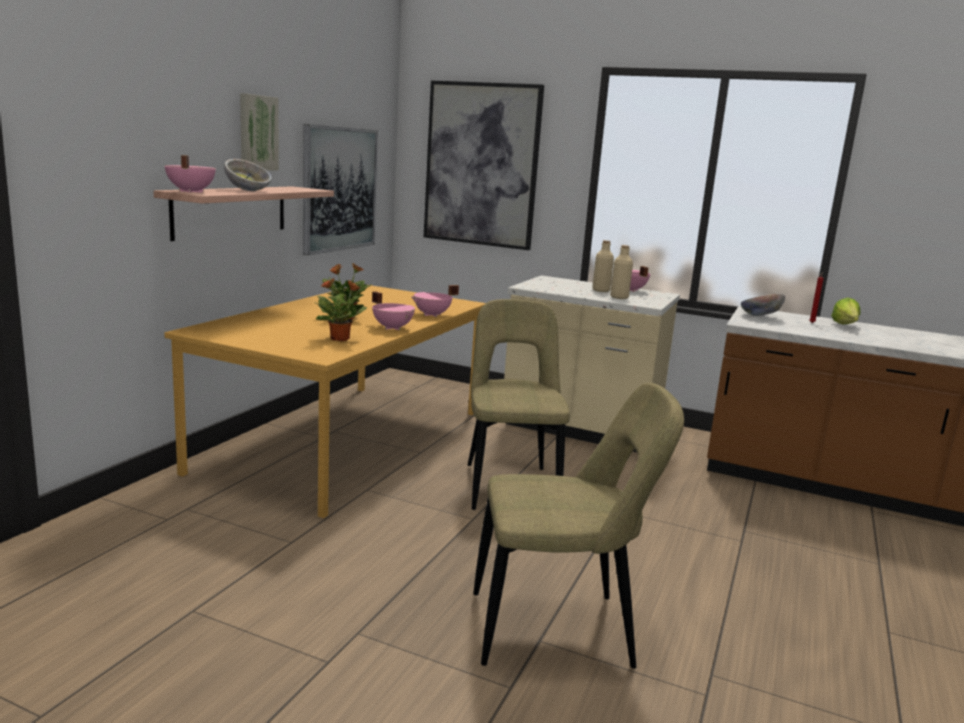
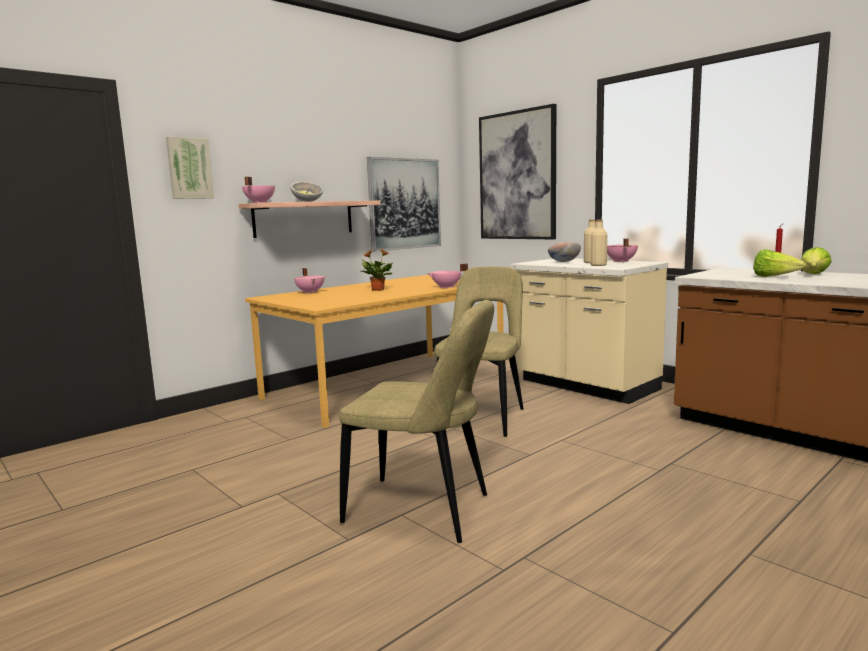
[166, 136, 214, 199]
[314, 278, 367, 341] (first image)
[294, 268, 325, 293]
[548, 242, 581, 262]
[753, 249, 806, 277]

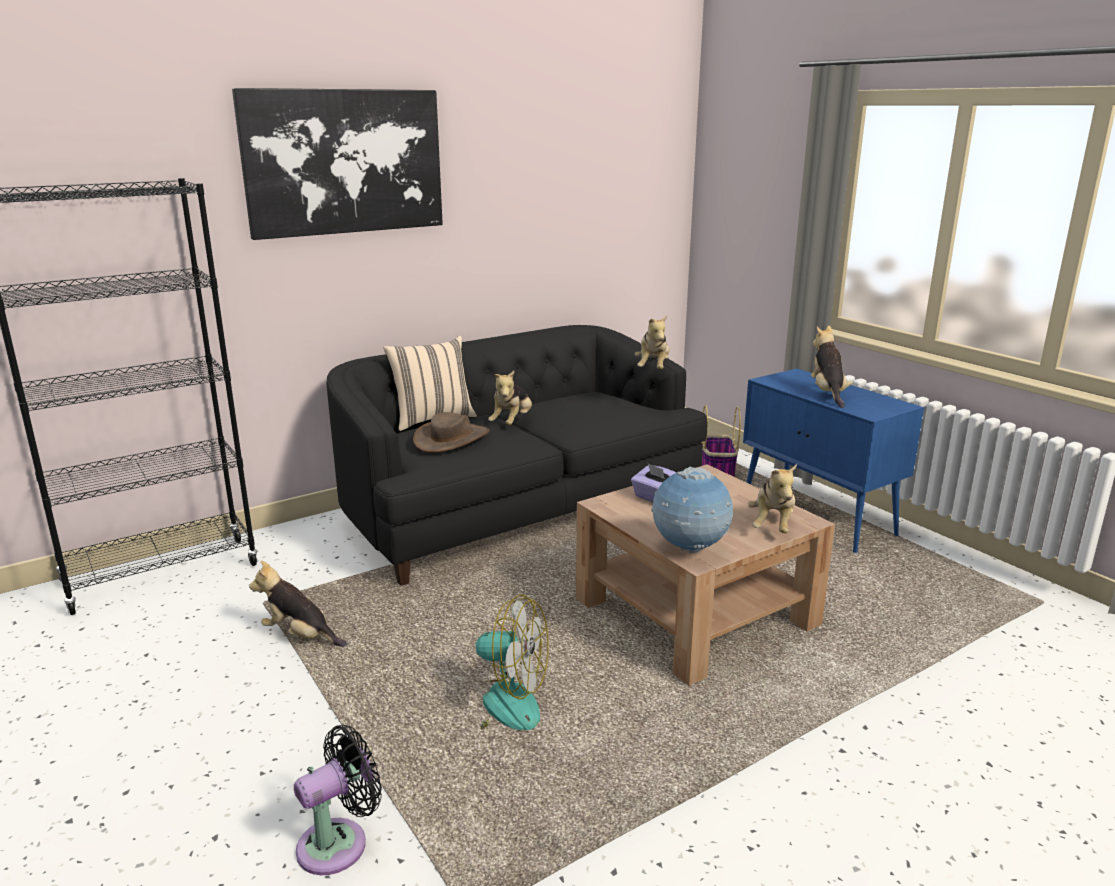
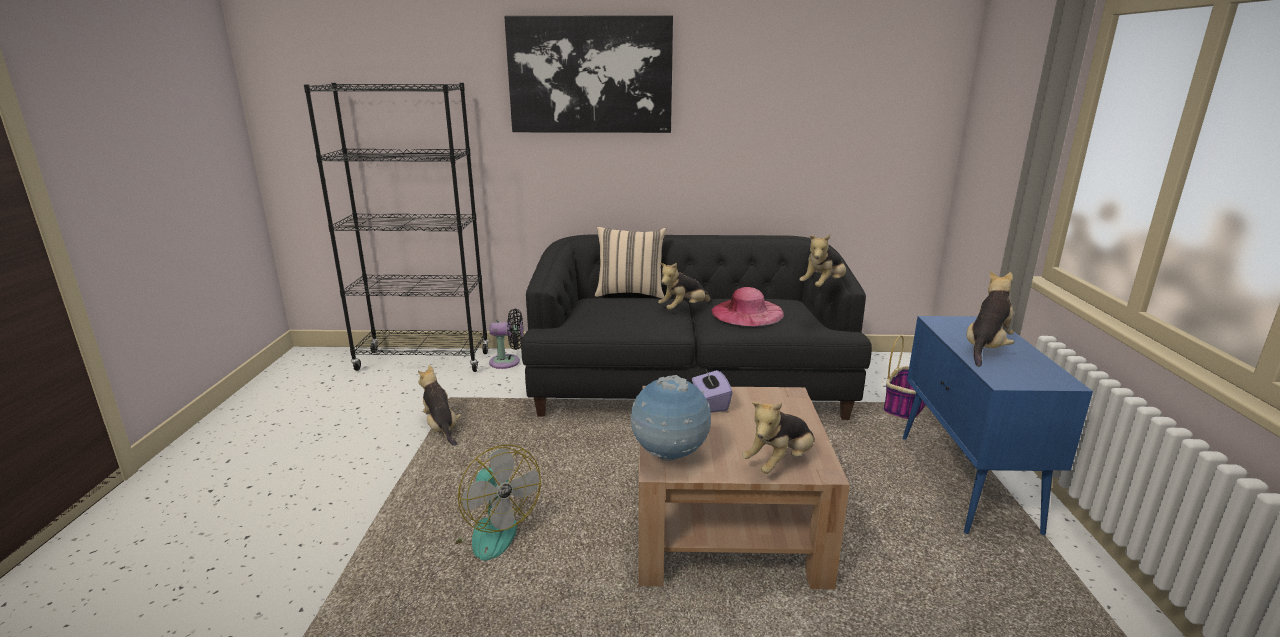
[489, 309, 523, 369]
[413, 412, 490, 453] (first image)
[712, 287, 784, 326]

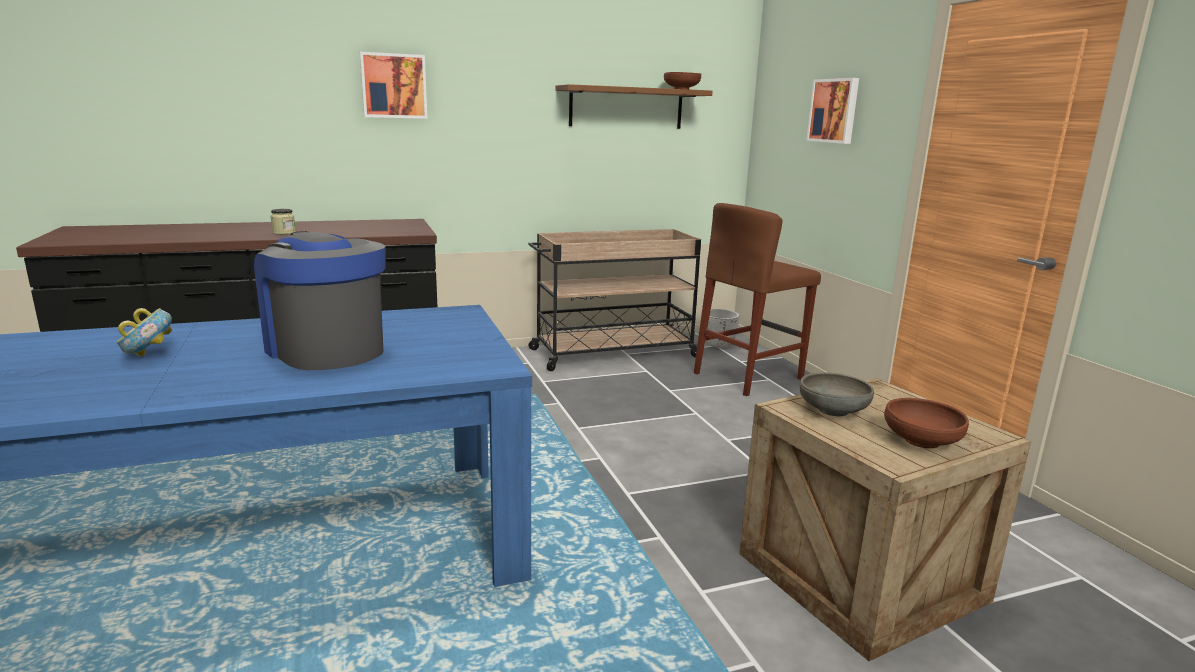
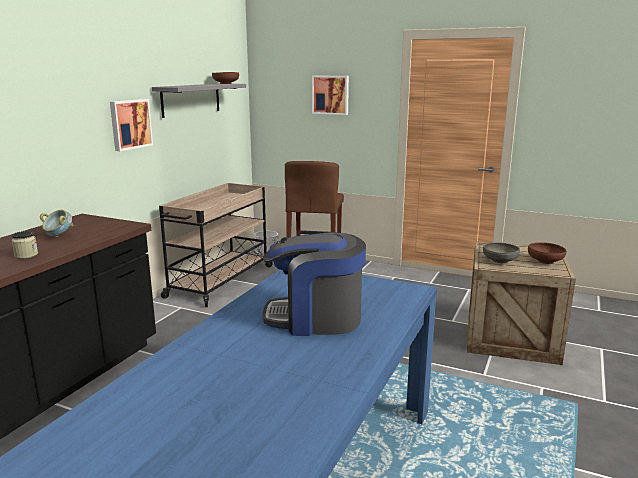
[40, 210, 73, 238]
[110, 99, 153, 151]
[152, 84, 246, 118]

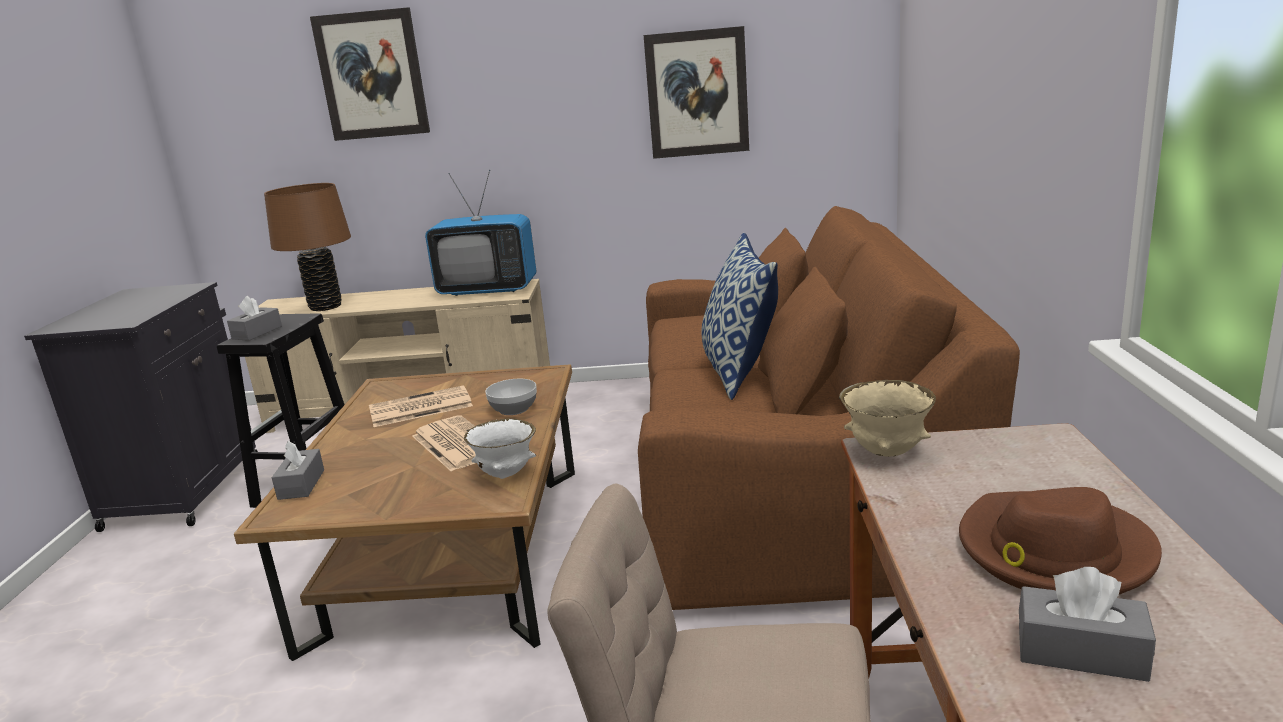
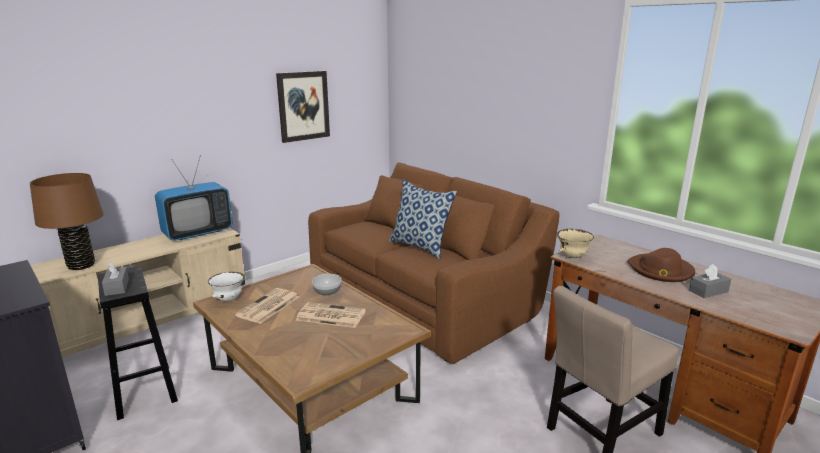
[272, 440, 324, 500] (first image)
[310, 7, 430, 141] (first image)
[208, 272, 245, 302]

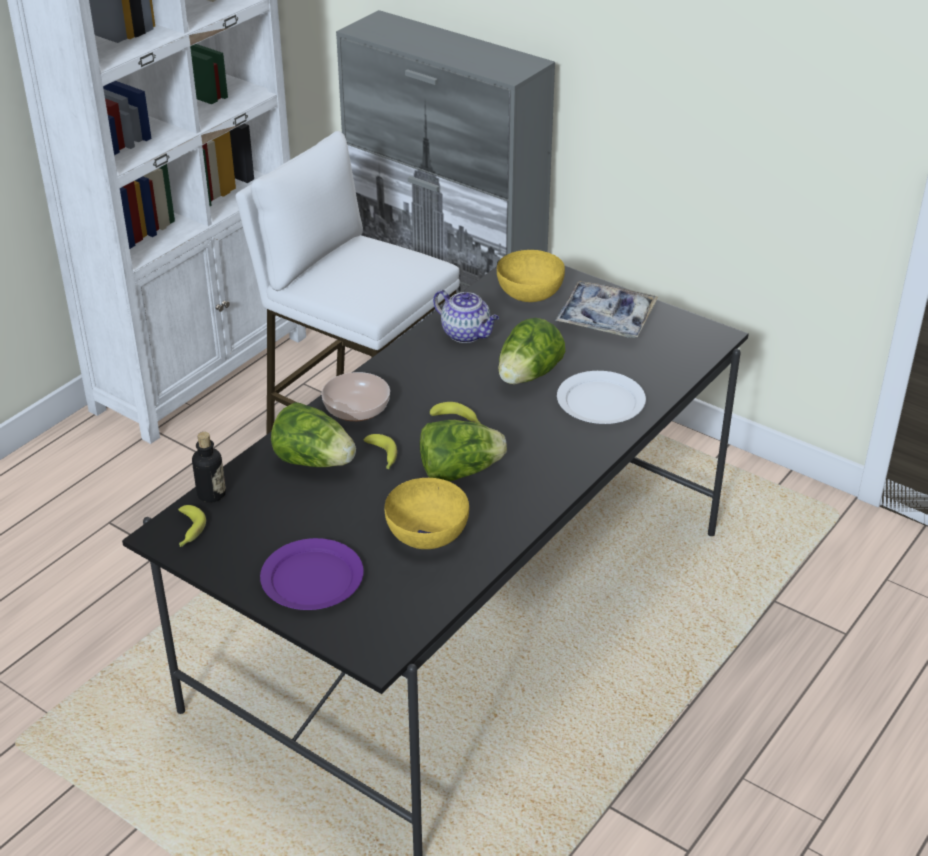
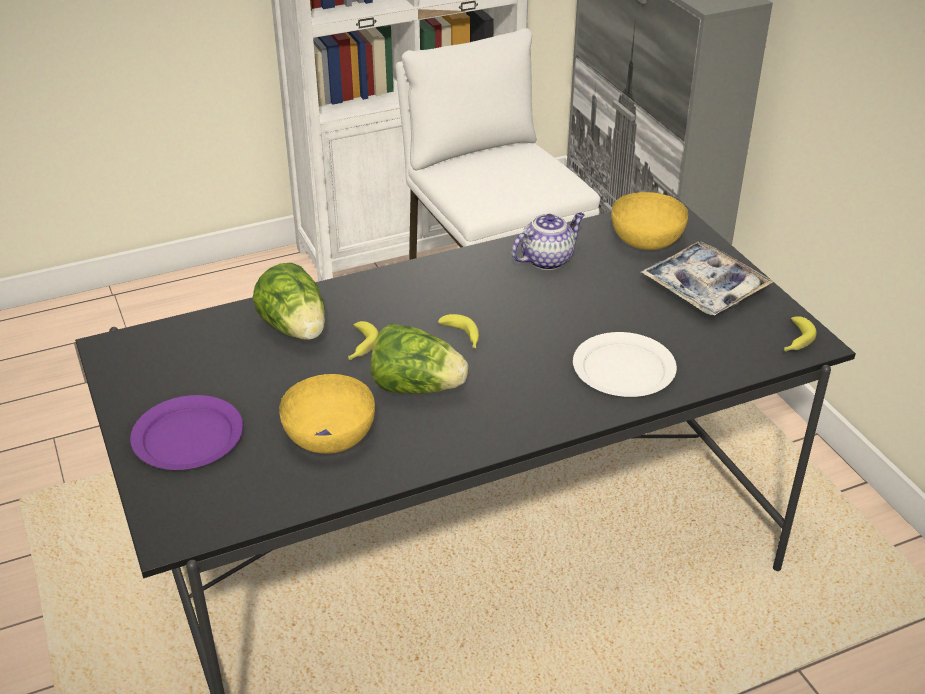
[784, 316, 817, 351]
[192, 432, 226, 503] (first image)
[321, 372, 390, 421] (first image)
[512, 212, 585, 270]
[498, 318, 565, 384] (first image)

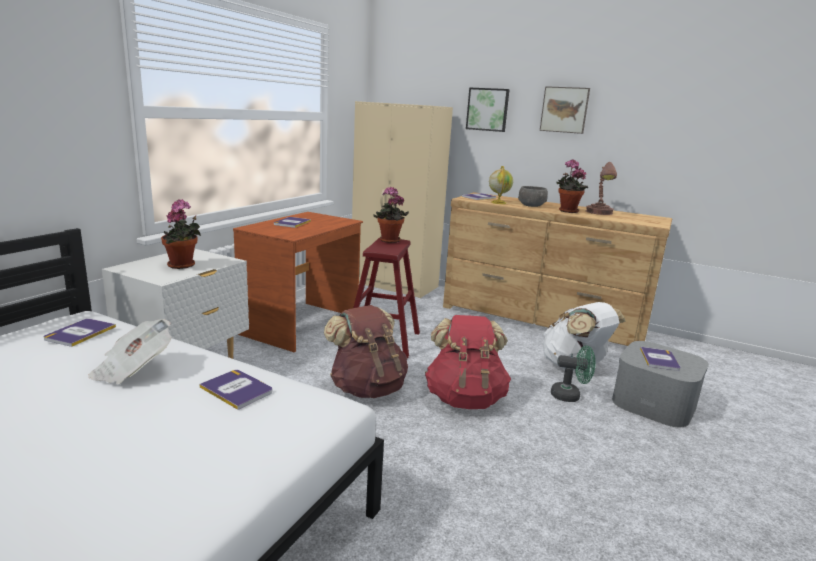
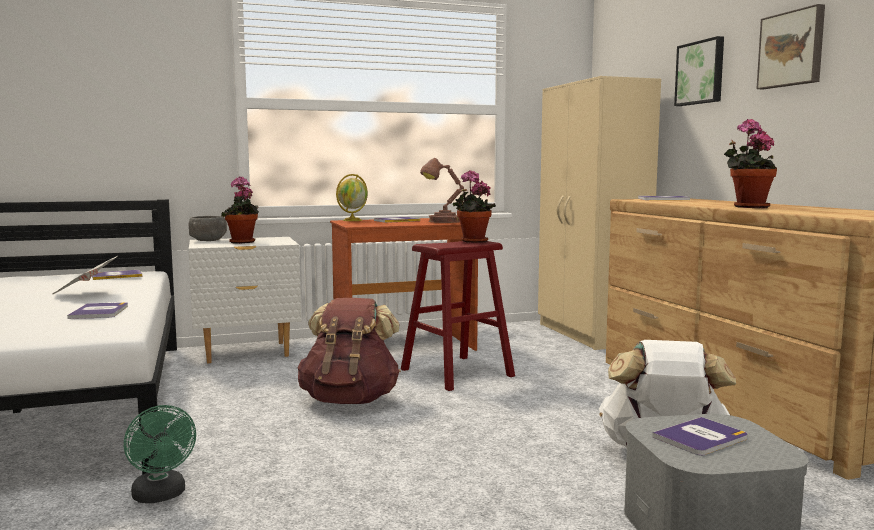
[425, 315, 511, 409] (first image)
[336, 174, 368, 221]
[189, 216, 227, 241]
[124, 405, 196, 503]
[420, 158, 464, 223]

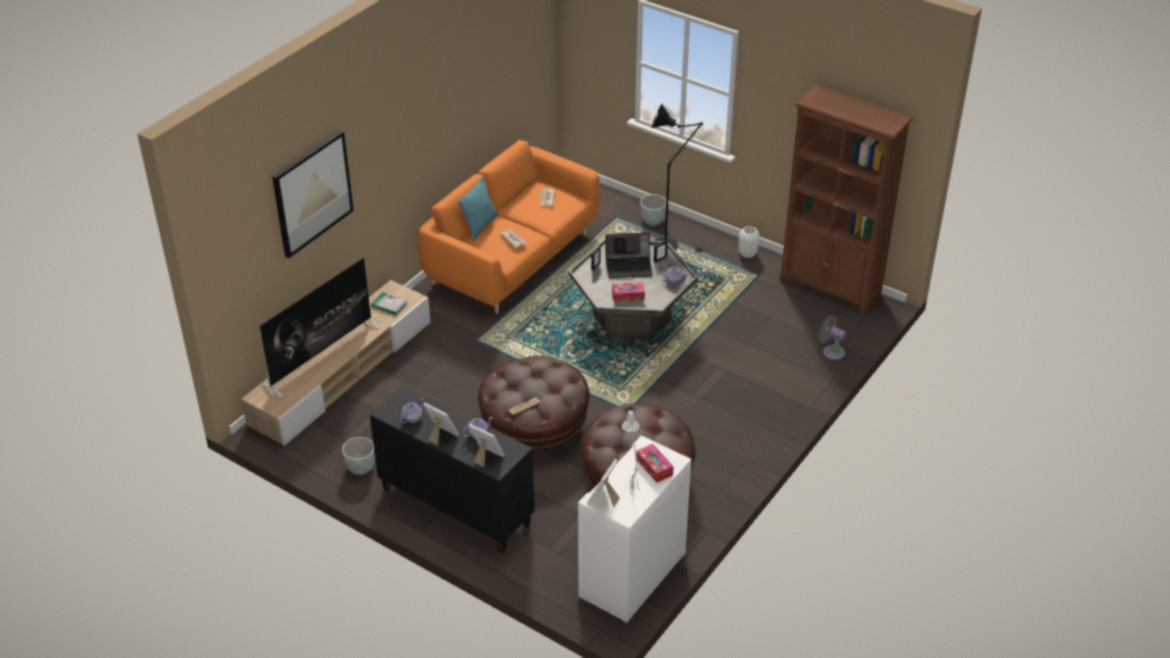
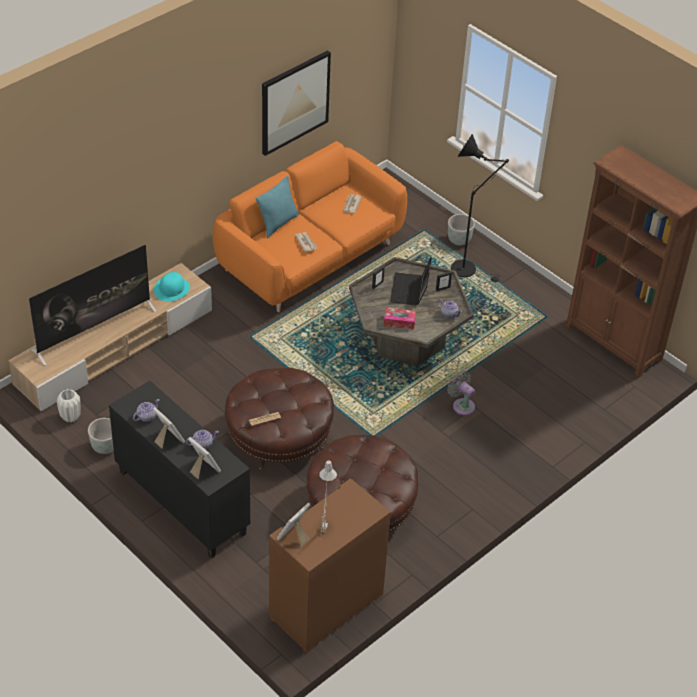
[262, 50, 331, 156]
[154, 272, 190, 302]
[269, 478, 391, 653]
[390, 257, 432, 305]
[636, 444, 674, 483] (first image)
[57, 389, 81, 422]
[447, 371, 475, 415]

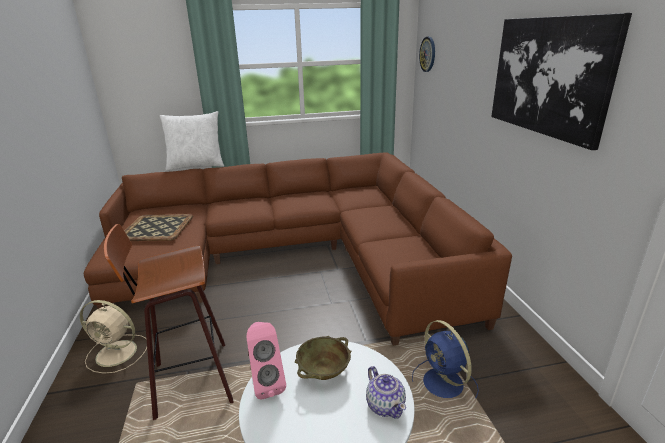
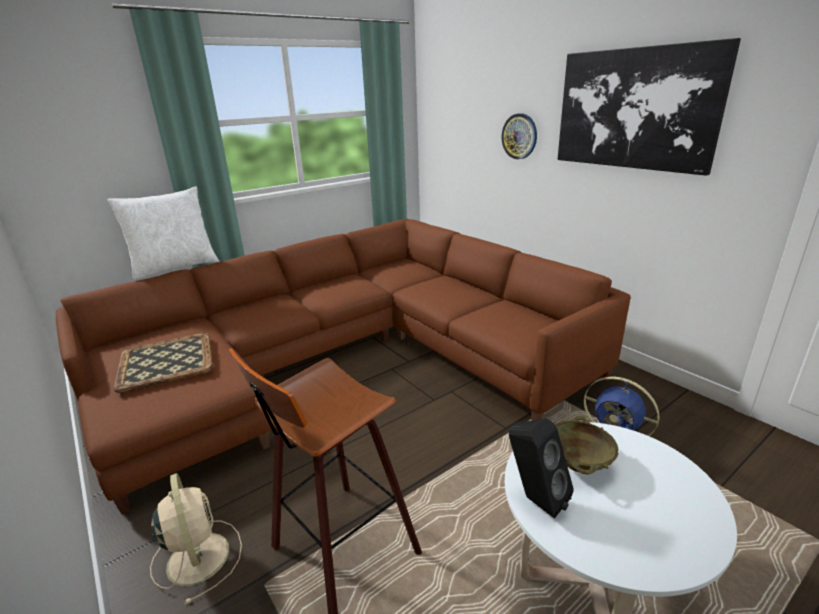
[150, 473, 242, 604]
[509, 418, 574, 519]
[366, 366, 406, 419] (first image)
[502, 113, 537, 159]

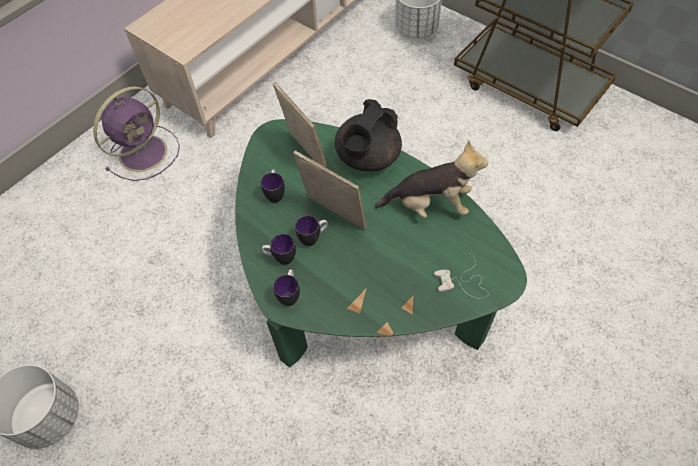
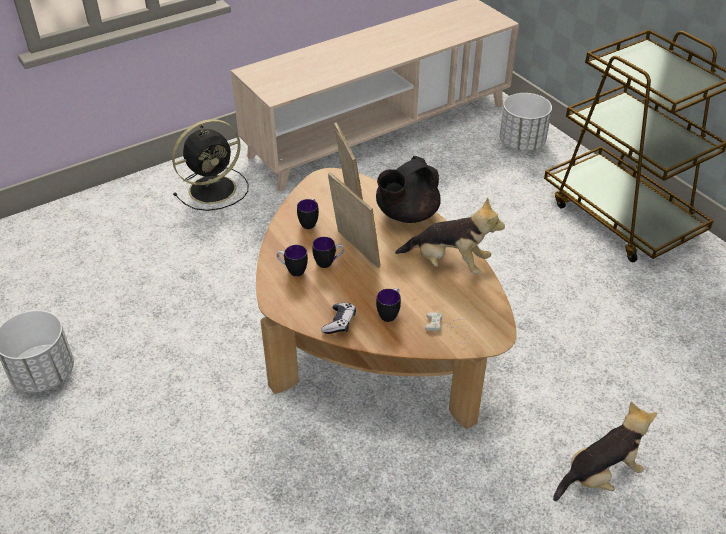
[172, 119, 248, 211]
[256, 168, 517, 429]
[376, 288, 401, 322]
[321, 303, 356, 334]
[553, 402, 657, 501]

